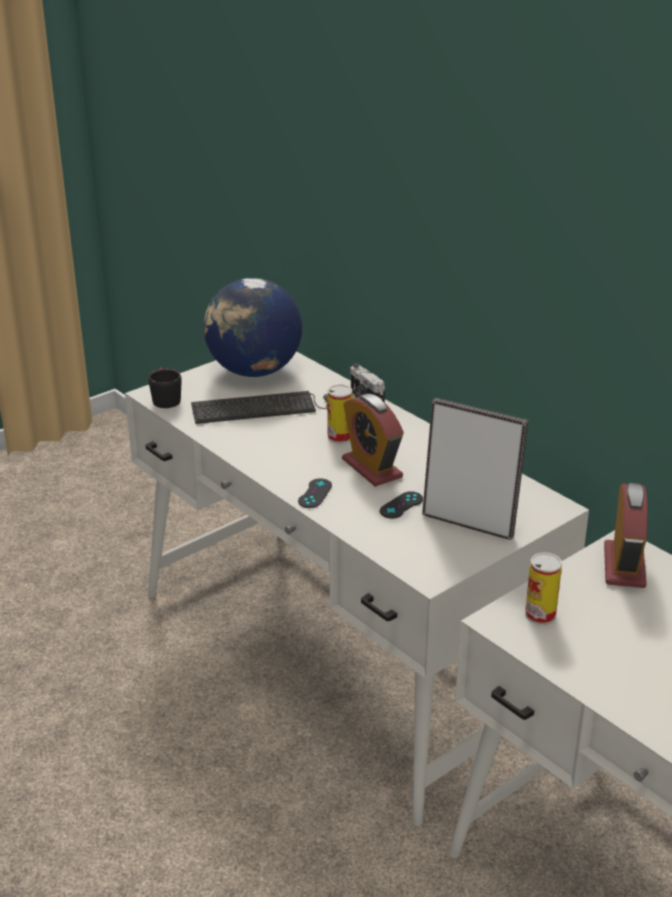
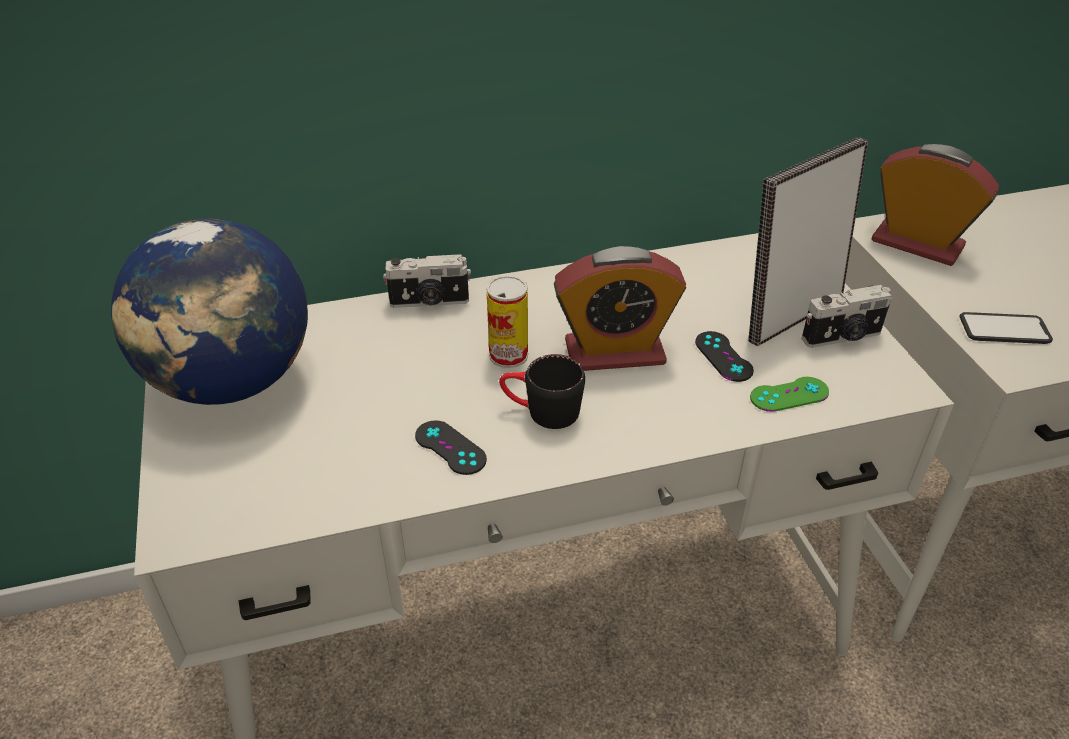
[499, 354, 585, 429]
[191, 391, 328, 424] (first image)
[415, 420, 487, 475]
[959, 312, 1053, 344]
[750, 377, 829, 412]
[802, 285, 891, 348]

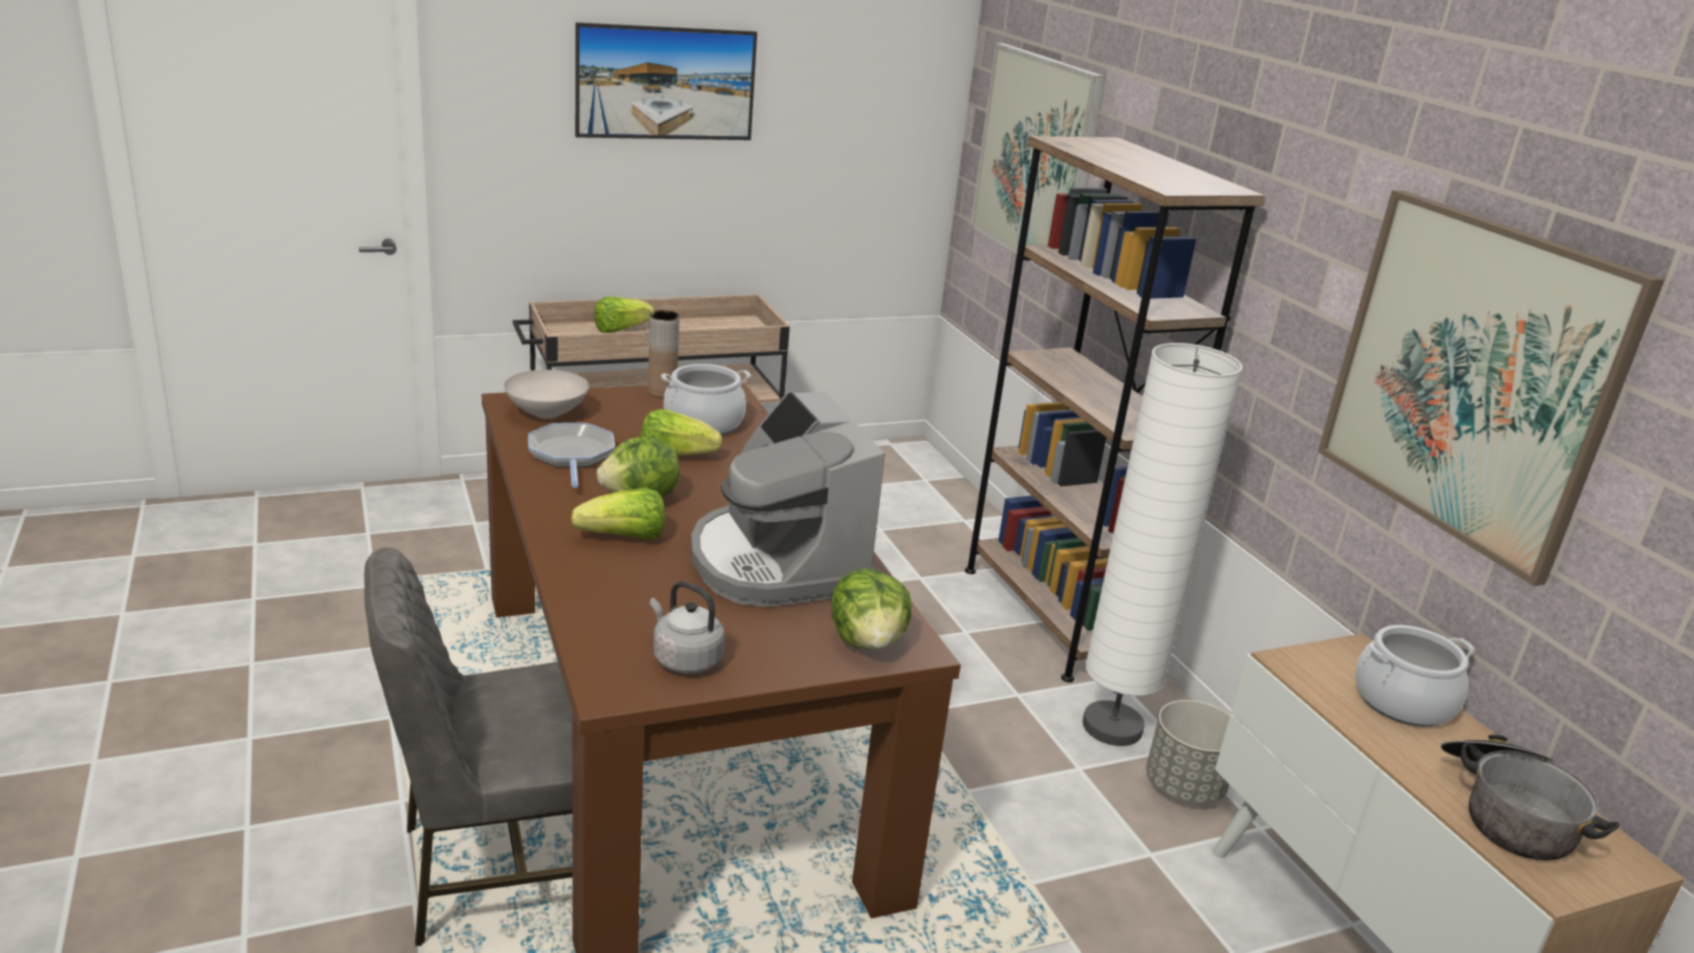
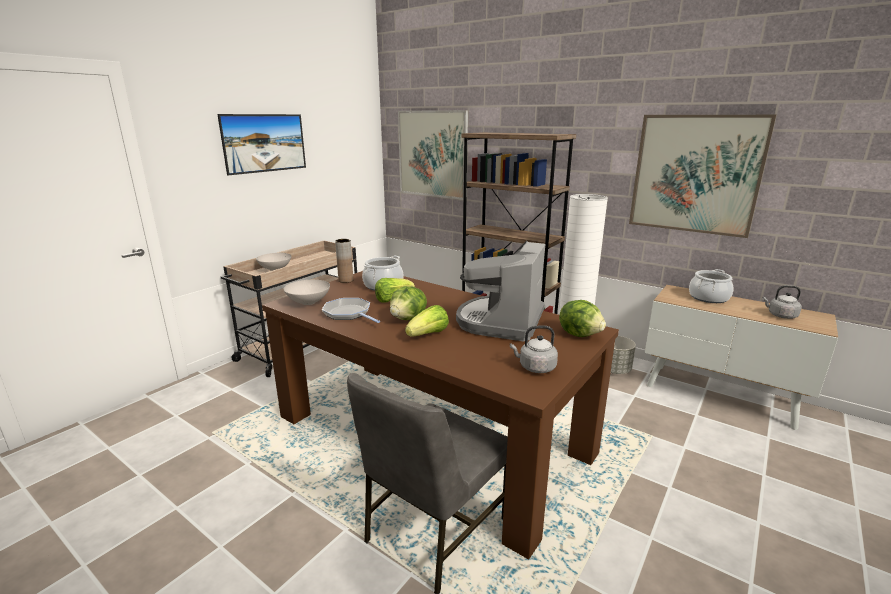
[256, 253, 292, 271]
[456, 241, 545, 341]
[762, 285, 802, 319]

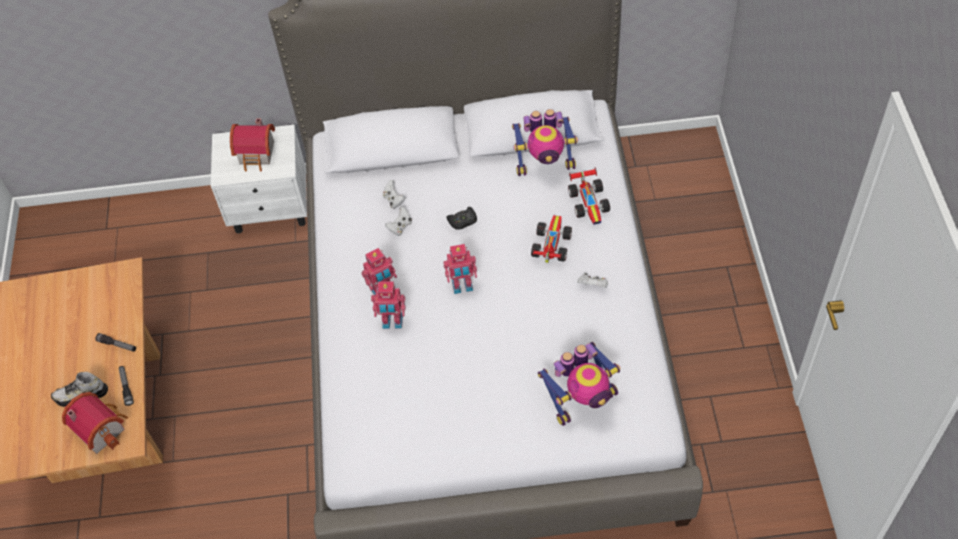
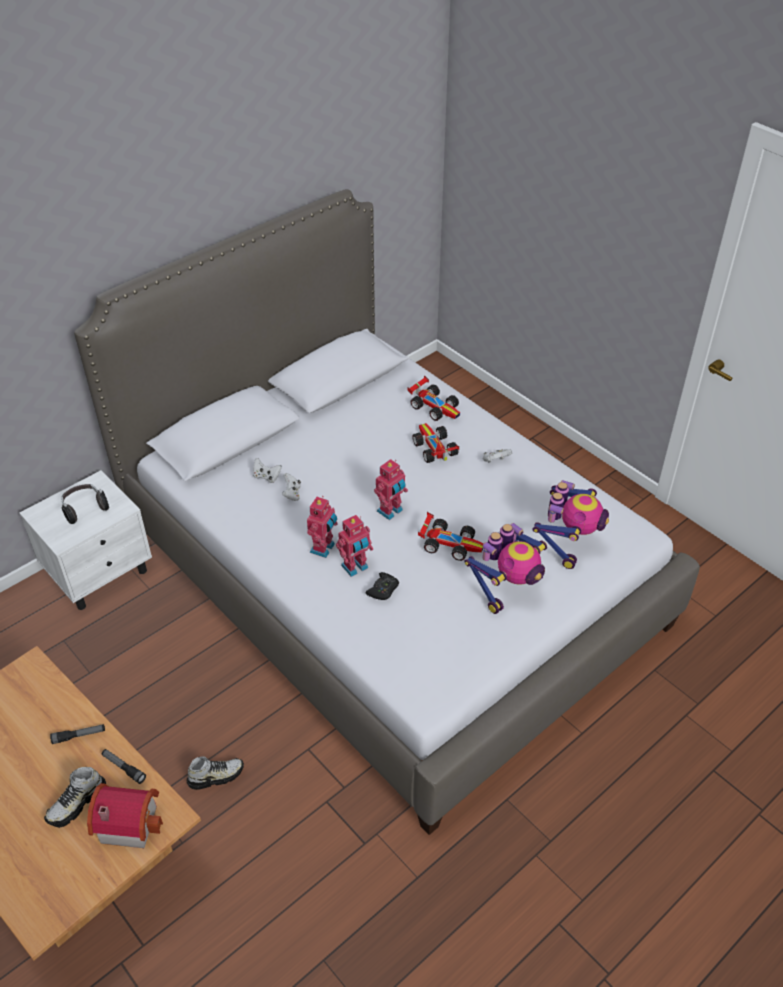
[61, 484, 109, 524]
[366, 572, 399, 600]
[464, 523, 547, 614]
[187, 756, 244, 790]
[418, 512, 484, 561]

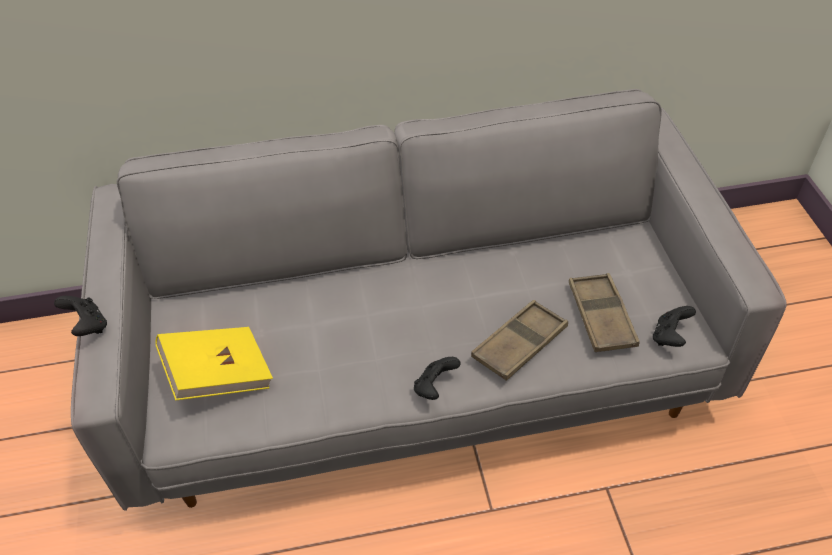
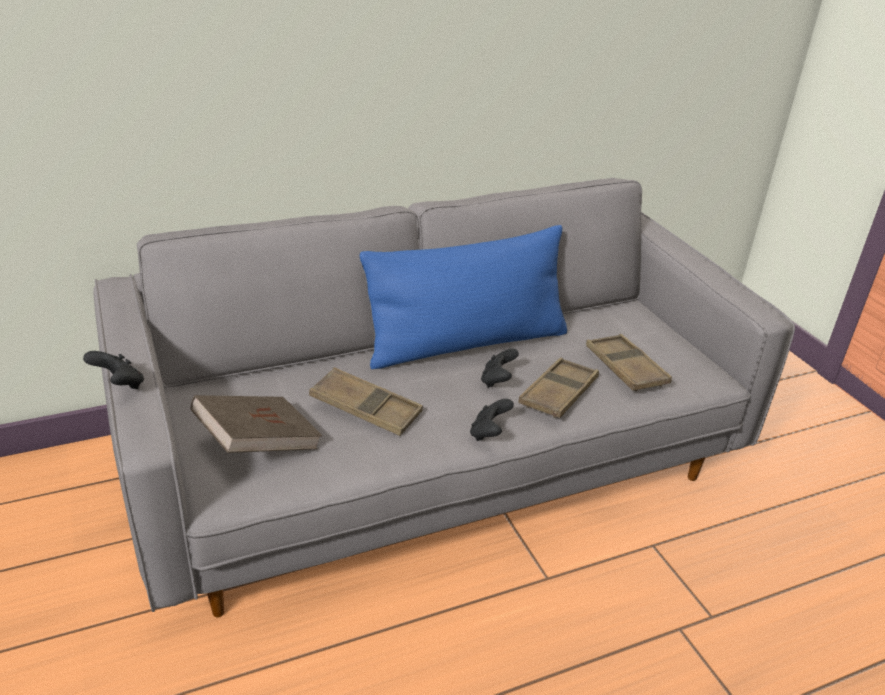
[191, 395, 323, 453]
[481, 348, 519, 388]
[309, 367, 423, 436]
[360, 225, 567, 369]

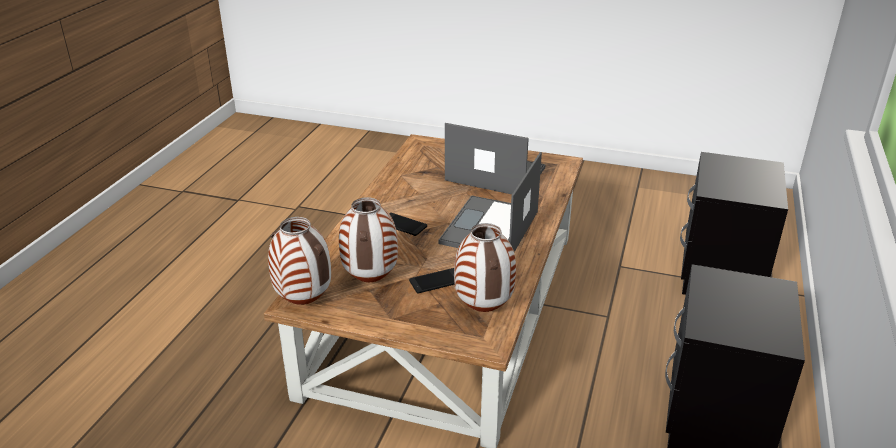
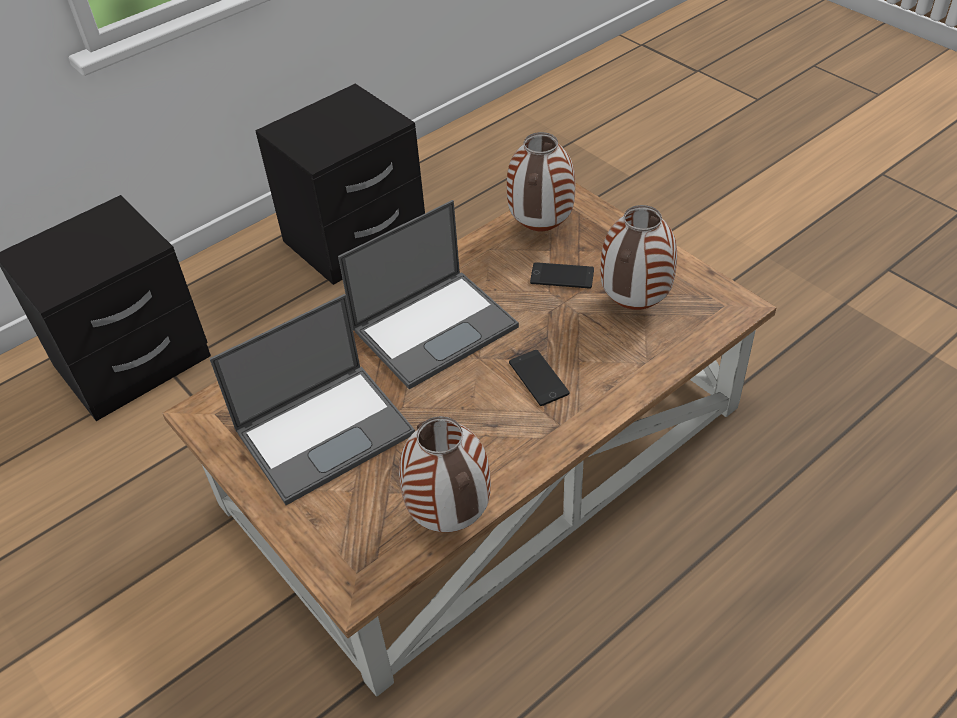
[399, 416, 491, 532]
[209, 294, 415, 505]

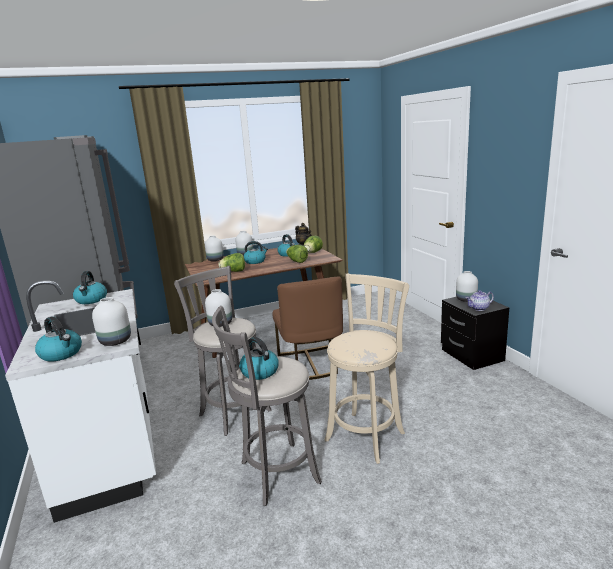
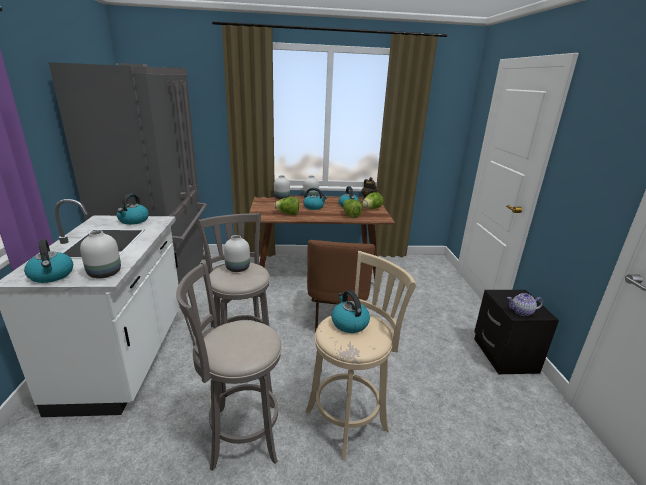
[331, 290, 370, 333]
[456, 271, 478, 302] (first image)

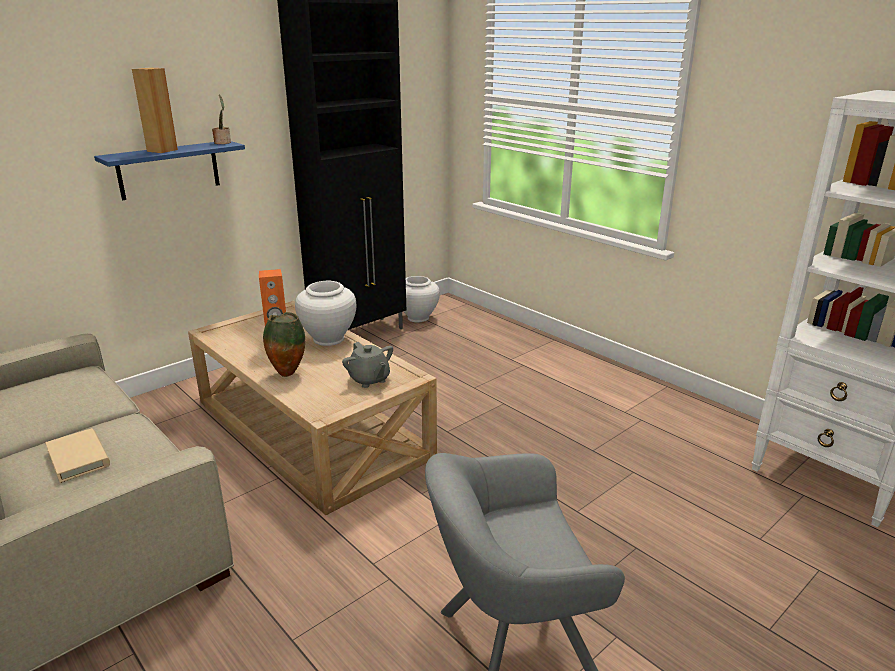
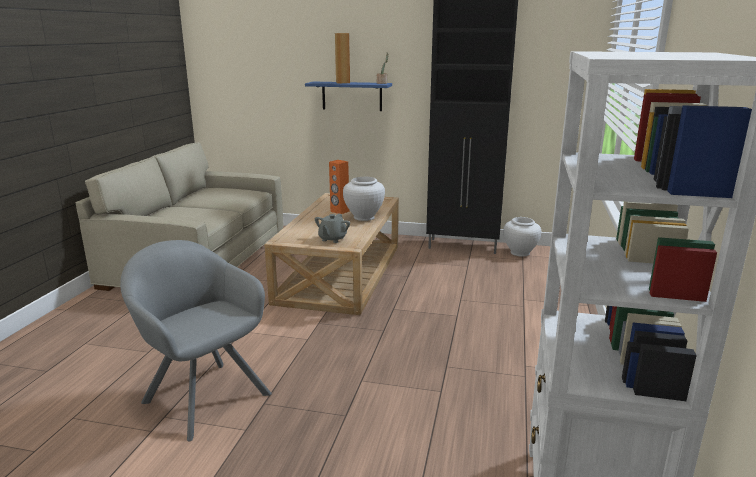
[45, 428, 110, 483] (first image)
[263, 312, 305, 377] (first image)

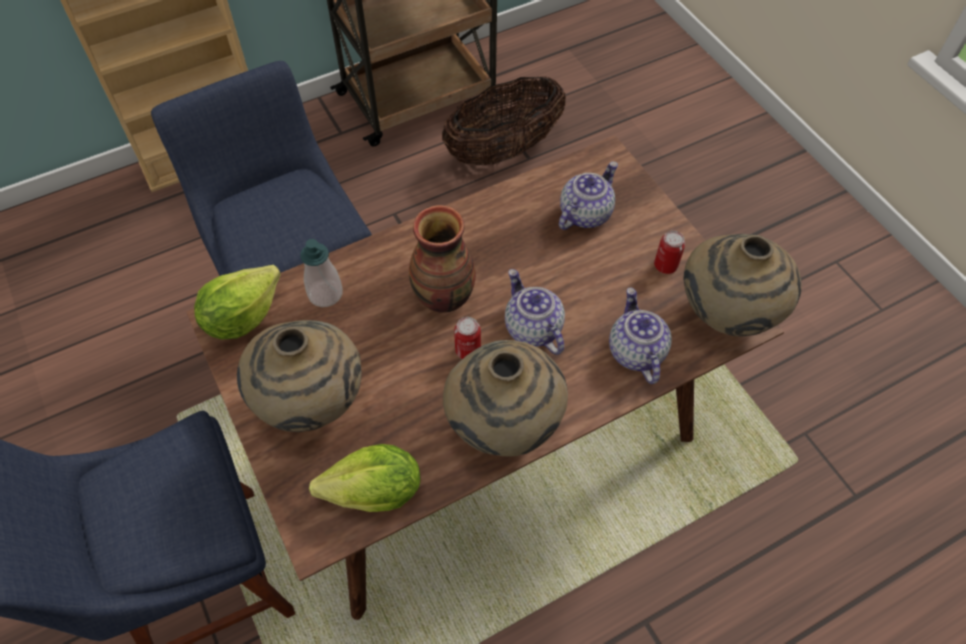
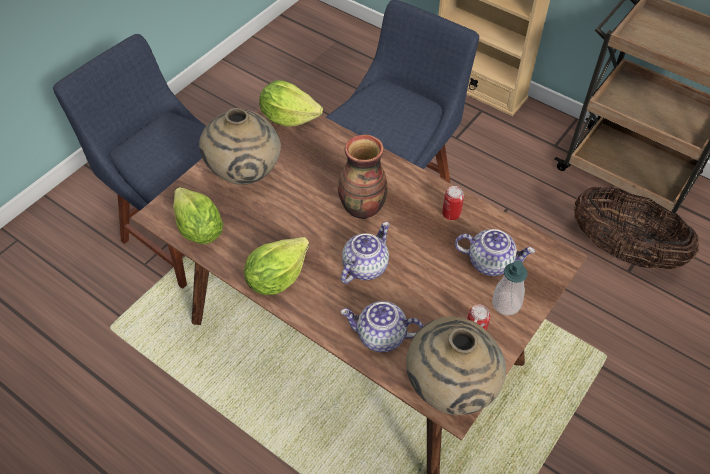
[492, 260, 528, 315]
[244, 237, 309, 295]
[442, 186, 464, 220]
[341, 301, 424, 352]

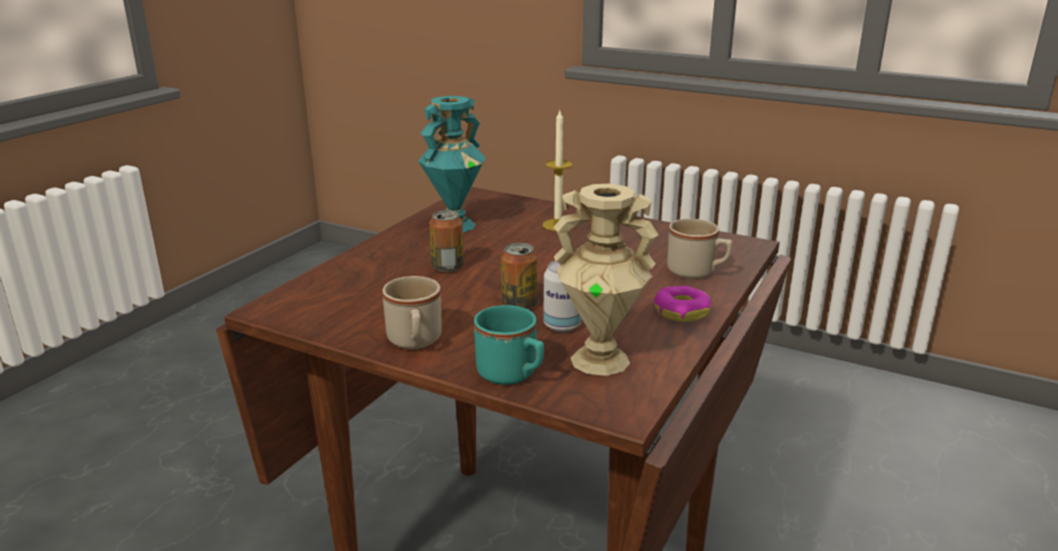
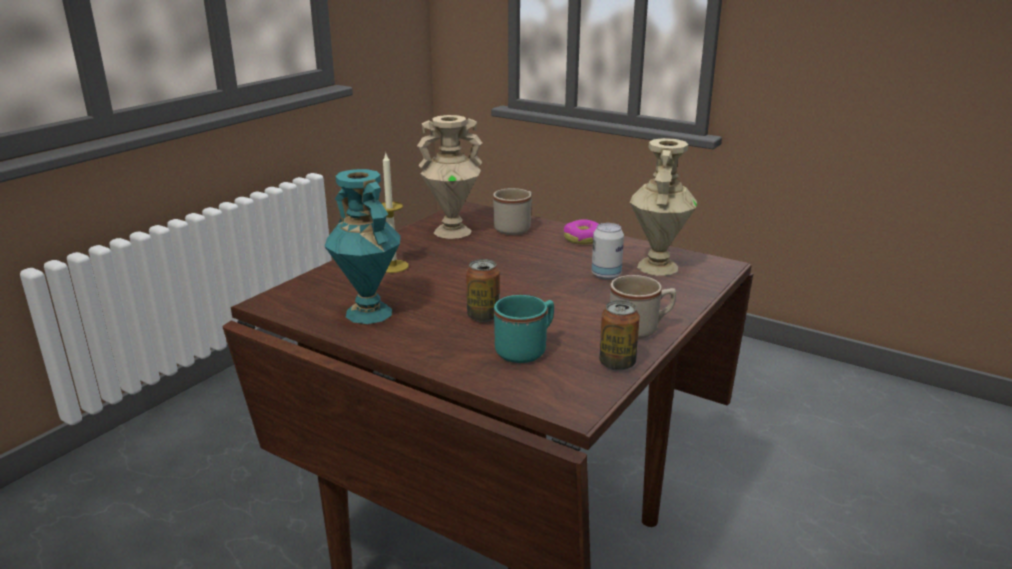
[494, 295, 554, 363]
[599, 300, 640, 371]
[417, 115, 482, 239]

